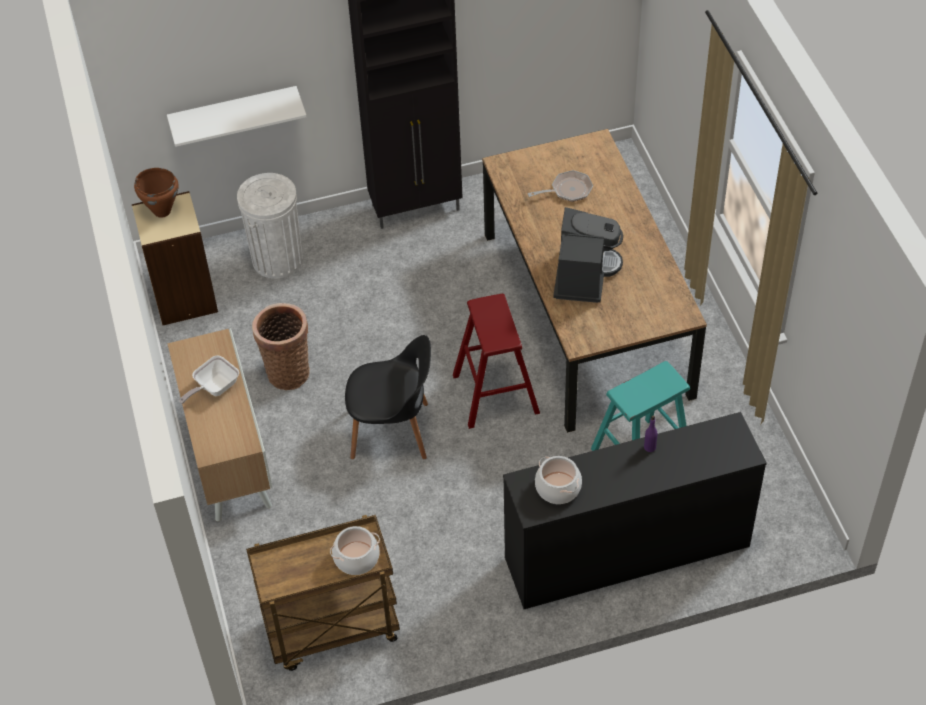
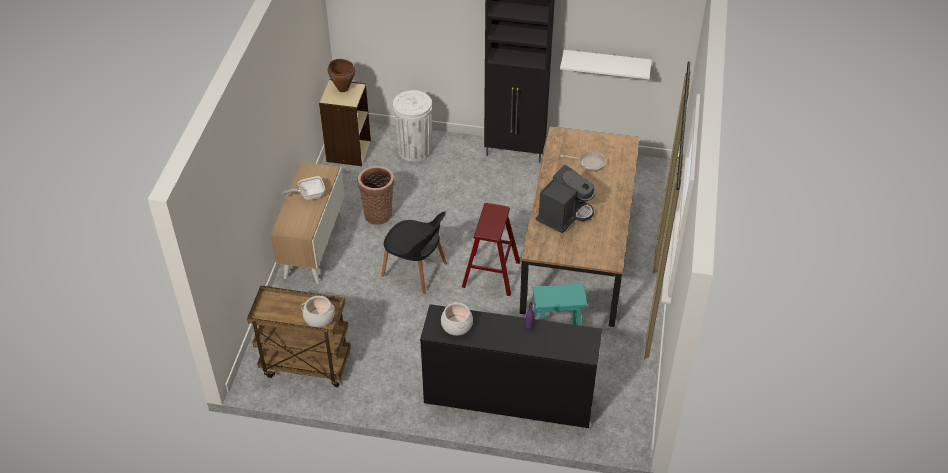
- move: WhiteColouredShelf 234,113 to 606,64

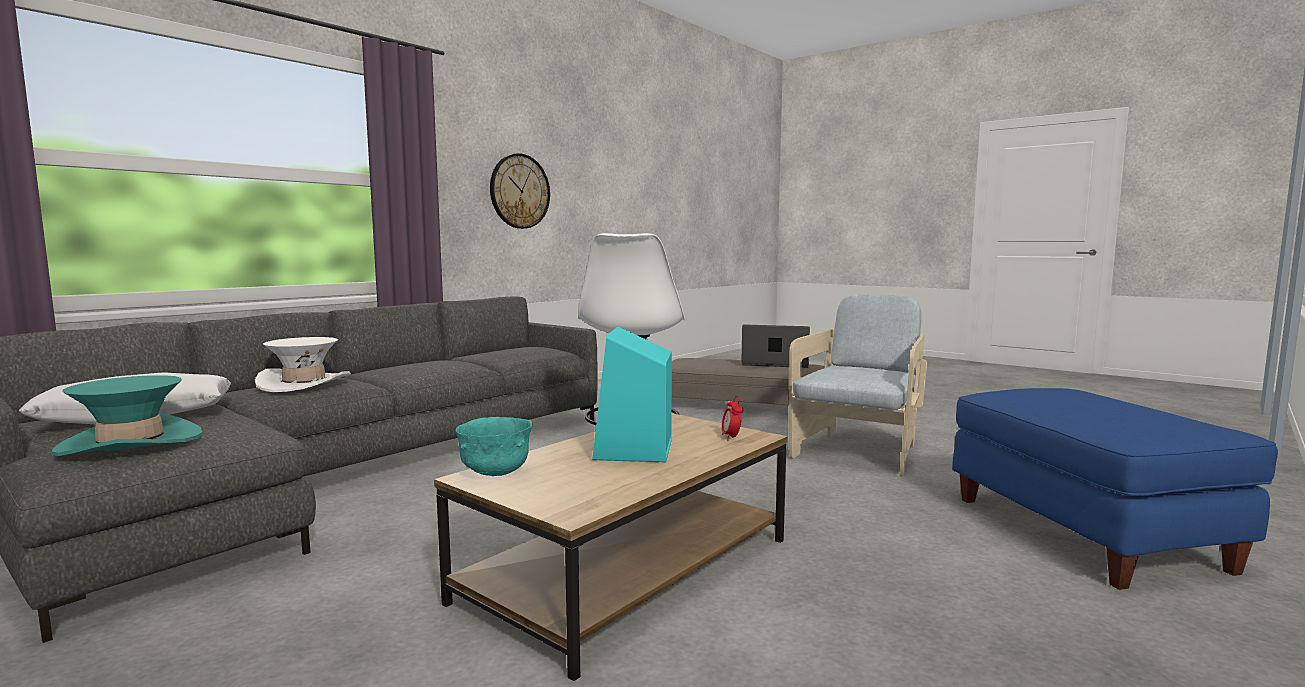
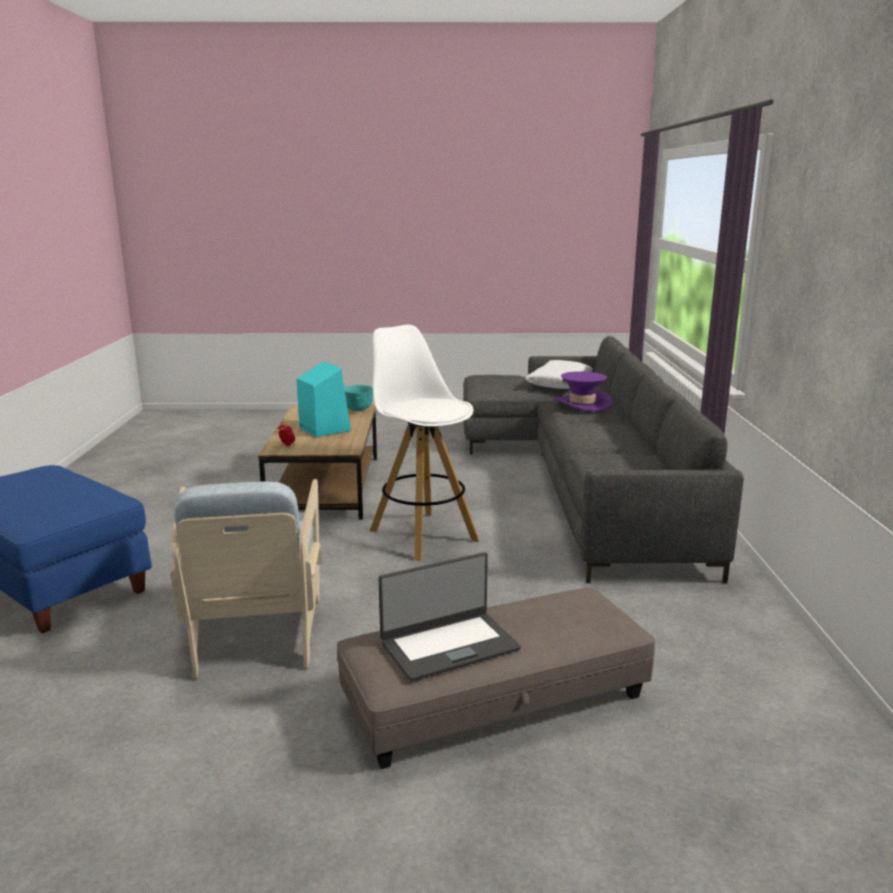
- recolor: WhiteColouredWearableHat 304,383 to PurplishWearableHat 582,404
- delete: TurquoiseWearableHat 131,442
- delete: ClockOnTheWall 519,191

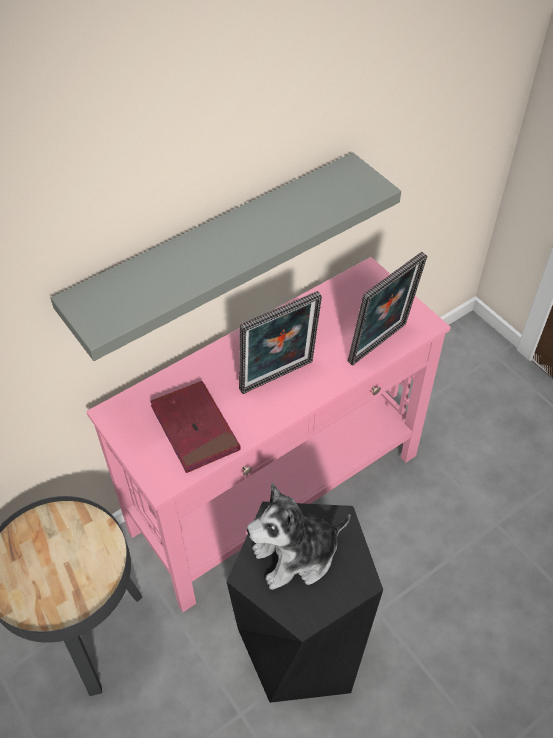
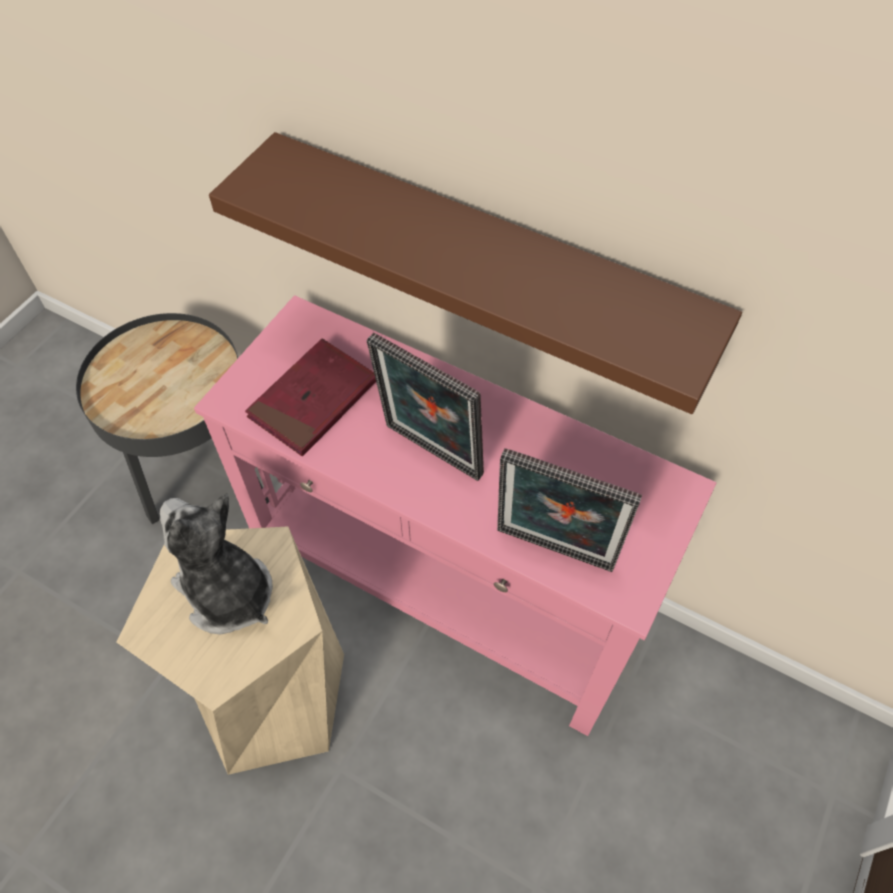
- recolor: BlackishSittingStool 302,642 to SandColouredSittingStool 271,694
- recolor: GreyishShelf 216,251 to BrownishShelf 486,261

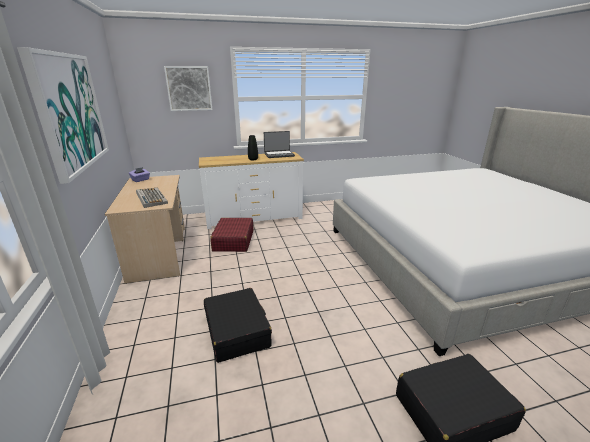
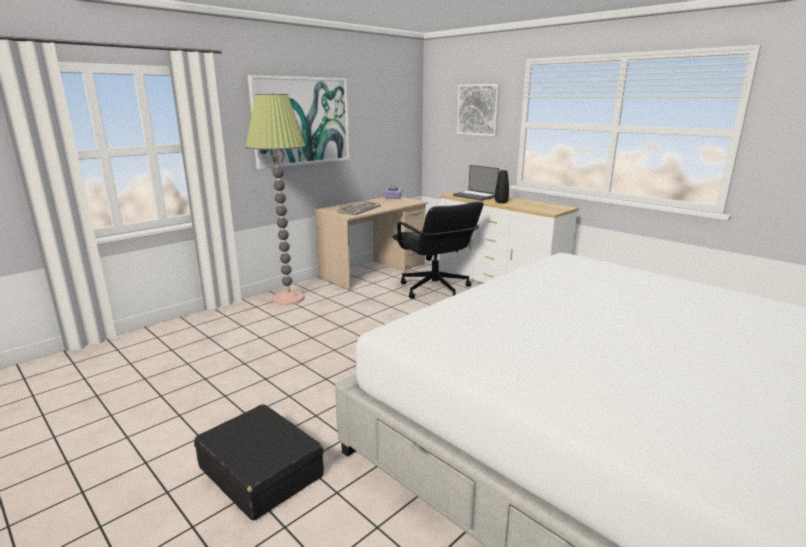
- insert: FloorLamp 288,299
- replace: RedColouredSuitcase 233,241 to BlackishOfficeChair 434,289
- move: Laptop 279,155 to 475,196
- delete: BlackishSuitcase 237,331

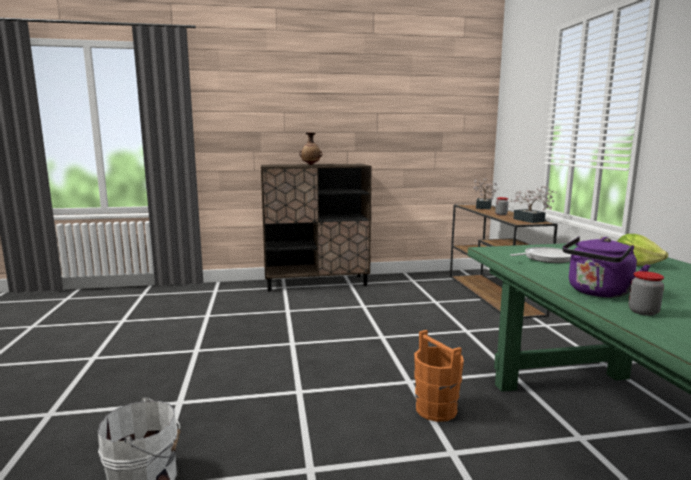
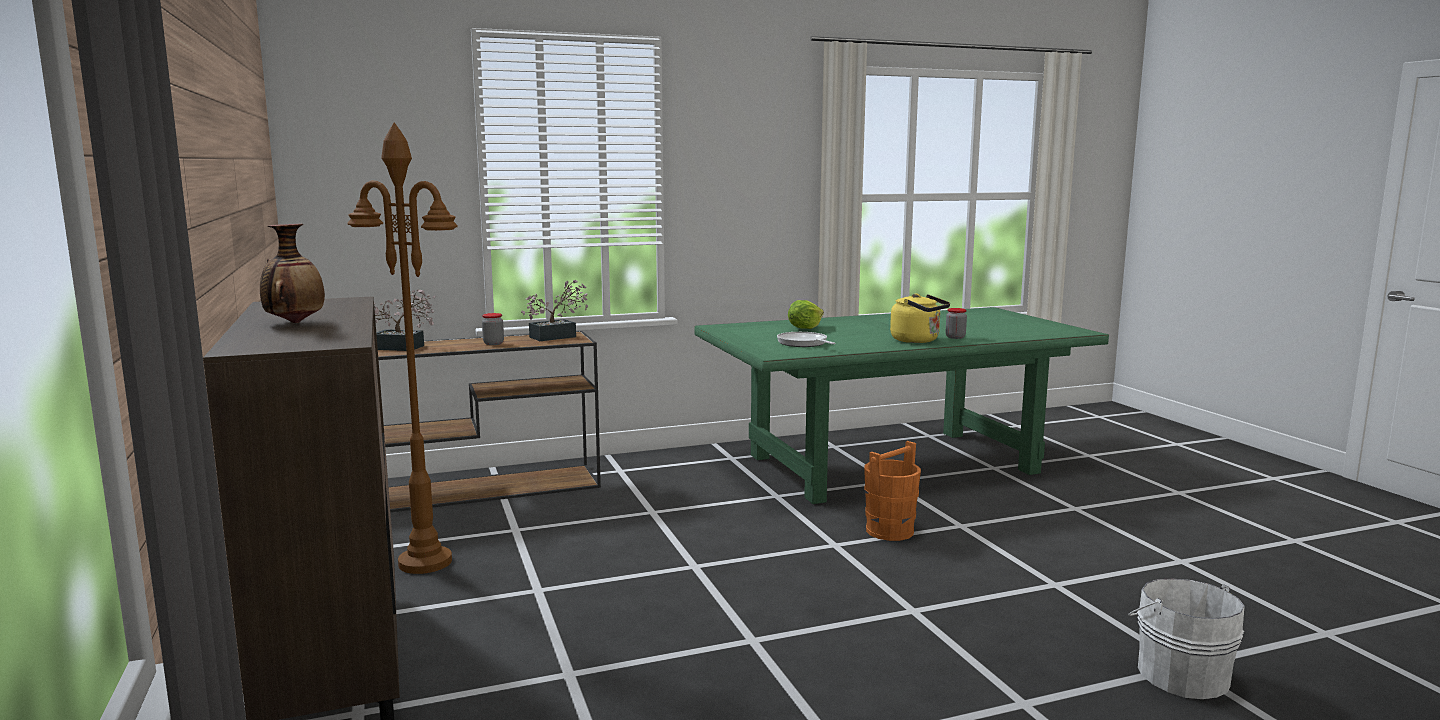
- insert: BrownishFloorLamp 426,562
- recolor: PurplishWaterKettle 597,293 to YellowColouredWaterKettle 918,340

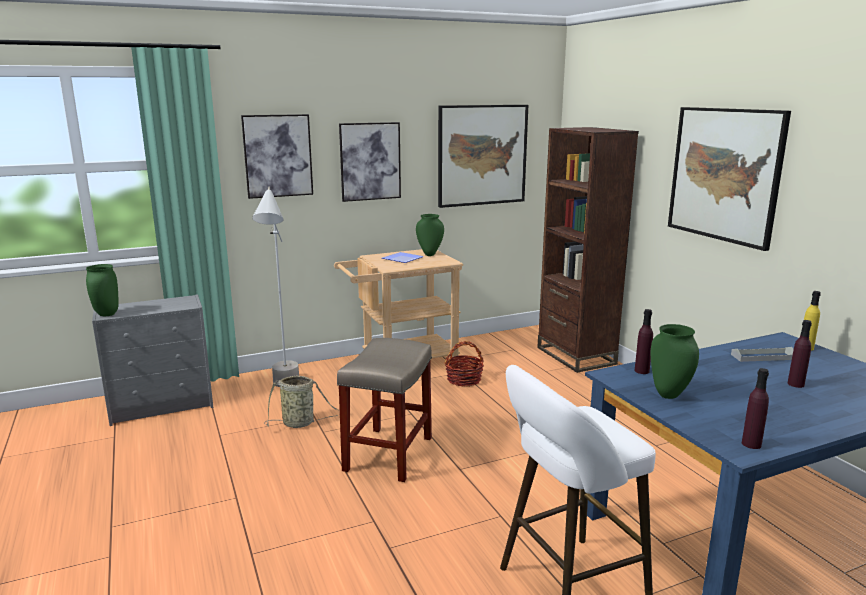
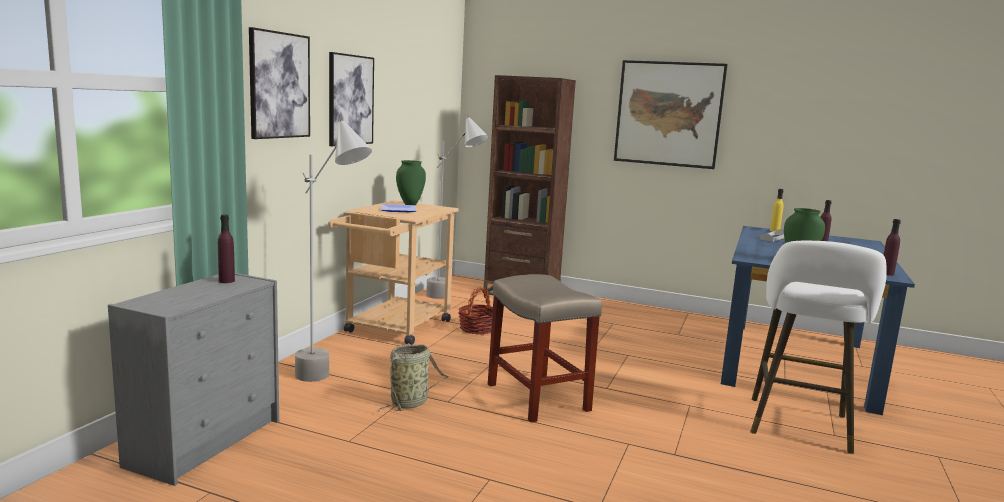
- move: PurplishDrinkBottle 642,371 to 226,281
- insert: GreyishFloorLamp 452,299
- delete: GreenDecorativeVase 106,314
- delete: WallArt 482,155

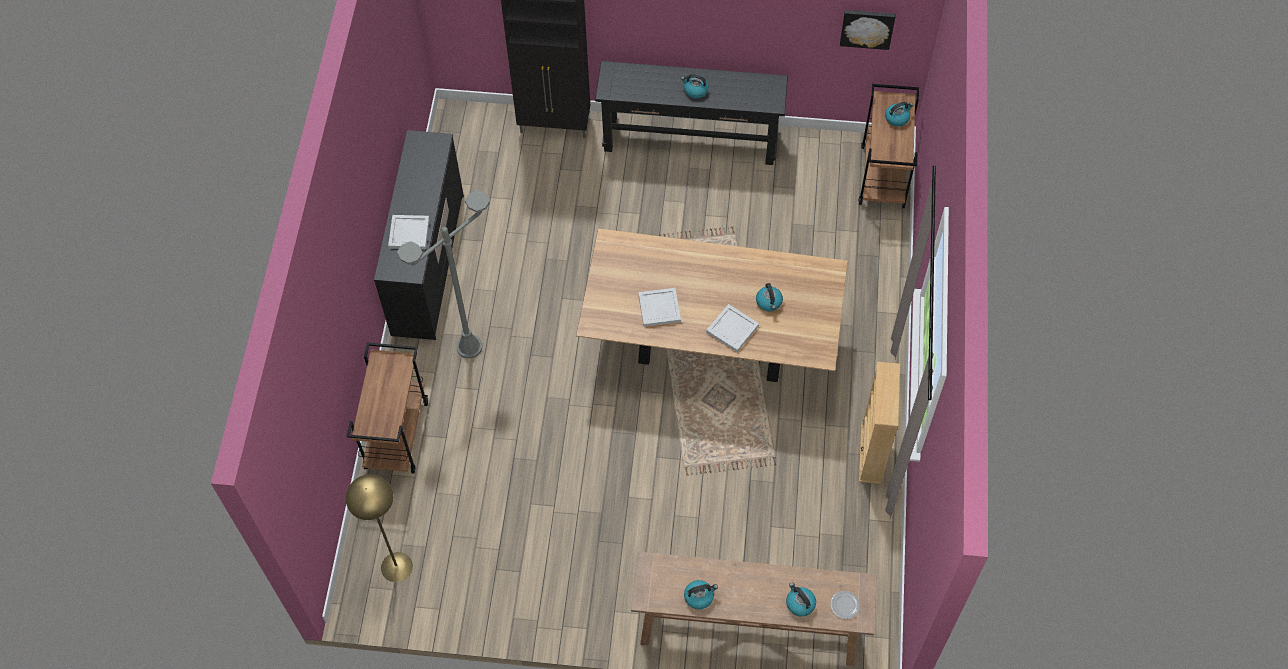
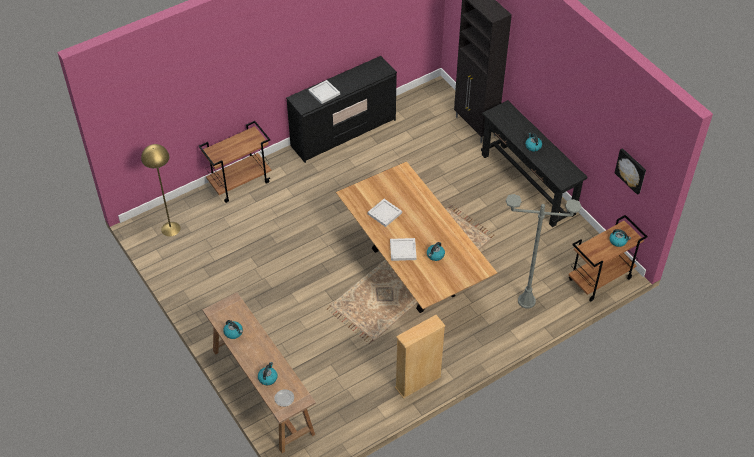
- move: GreyishFloorLamp 469,347 to 526,301

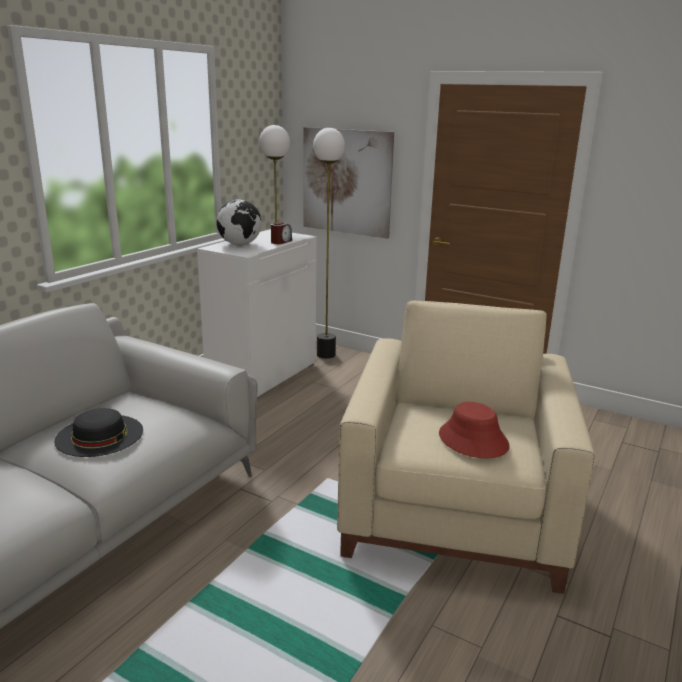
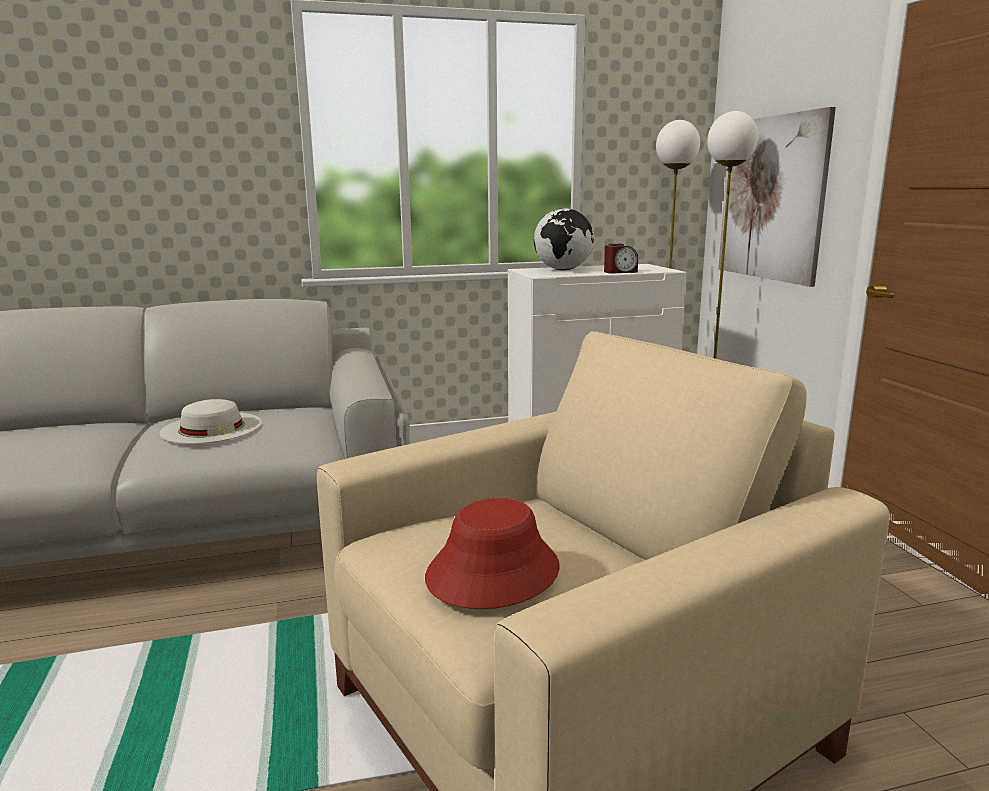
- recolor: BlackishWearableHat 99,435 to WhiteColouredWearableHat 212,427

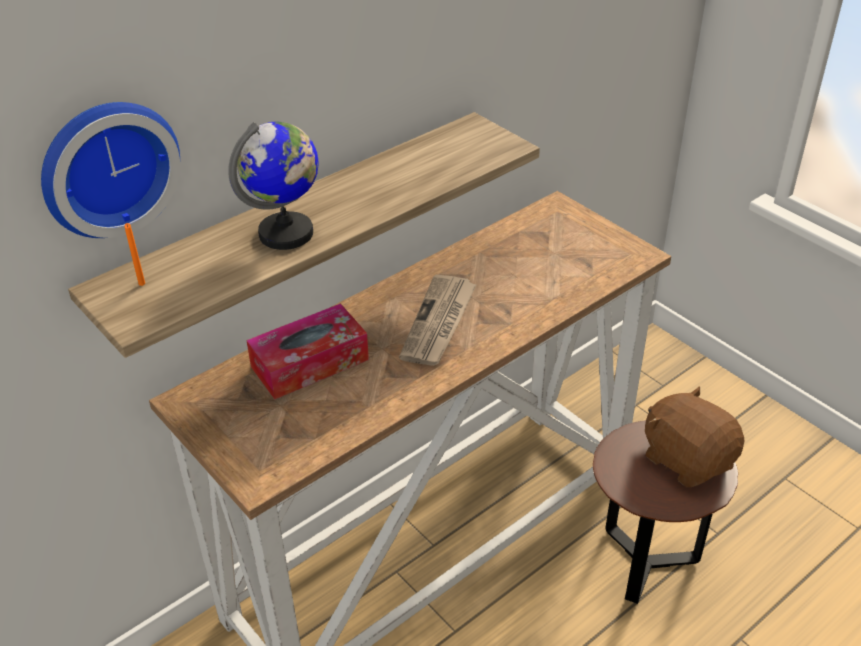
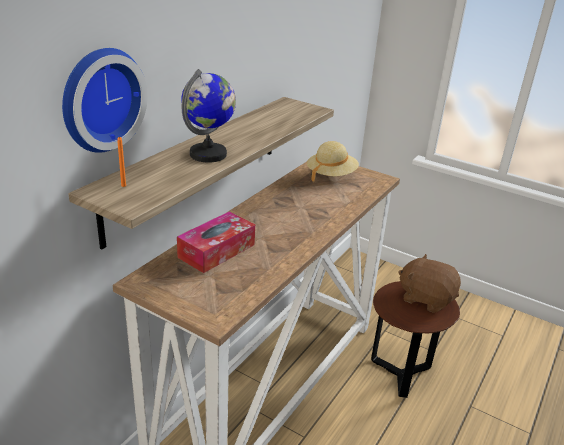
- insert: SandColouredWearableHat 331,175
- delete: Newspaper 439,323

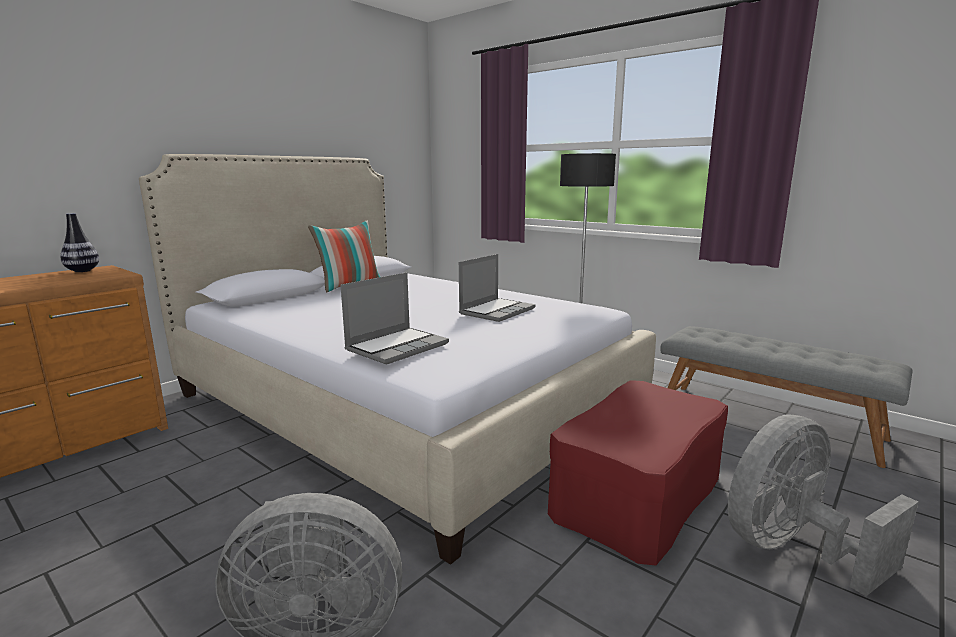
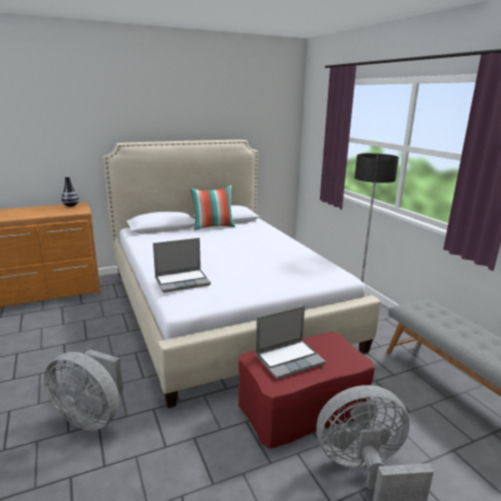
- move: Laptop 497,311 to 289,359

